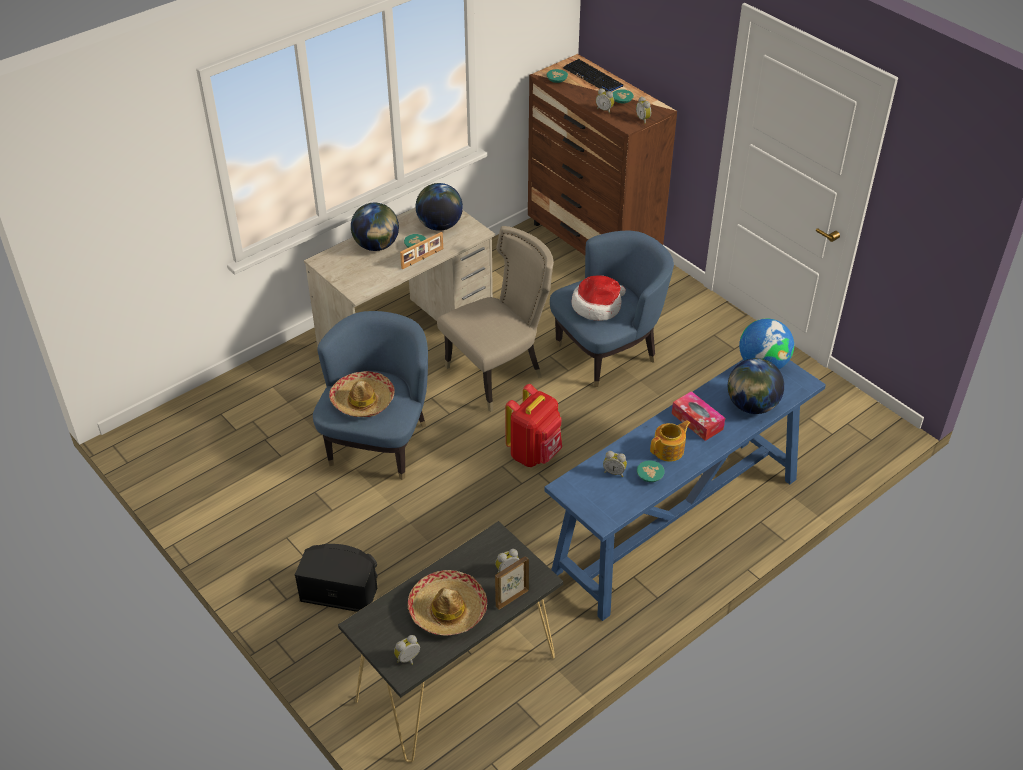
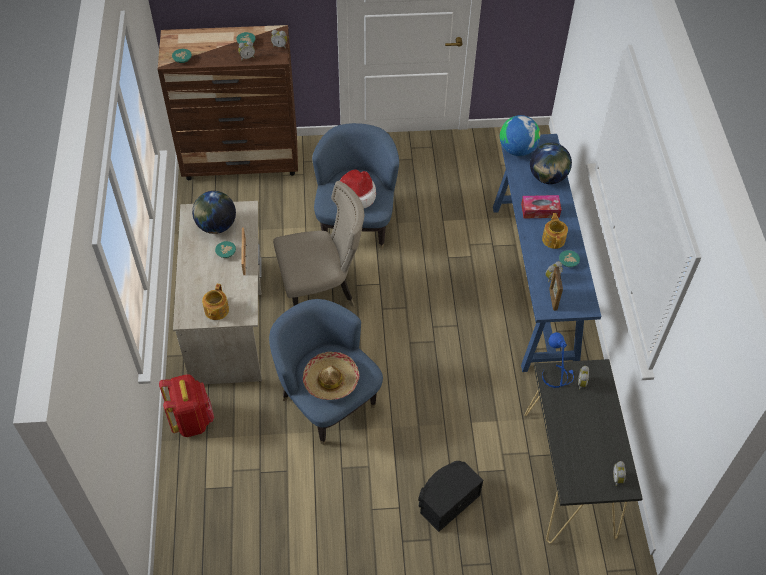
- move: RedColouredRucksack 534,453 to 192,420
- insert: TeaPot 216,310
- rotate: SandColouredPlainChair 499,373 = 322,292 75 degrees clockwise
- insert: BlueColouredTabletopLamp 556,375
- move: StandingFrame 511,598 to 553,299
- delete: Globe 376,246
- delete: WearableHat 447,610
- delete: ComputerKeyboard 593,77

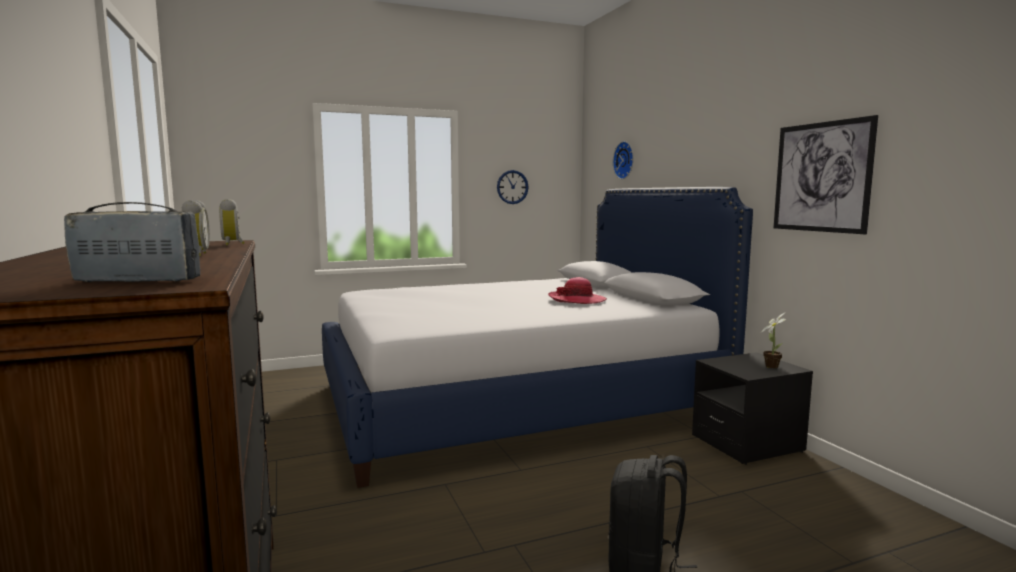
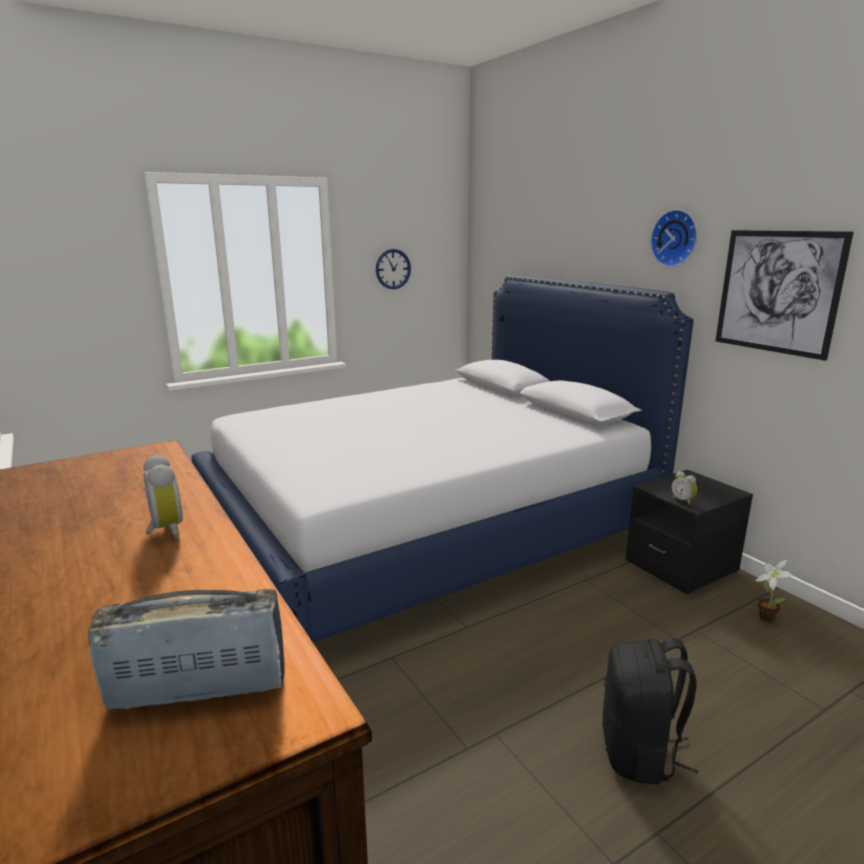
- move: ClockOnTheWall 625,160 to 676,238
- move: TableClock 233,244 to 683,500
- move: Houseplant 771,366 to 765,616
- delete: WearableHat 577,300

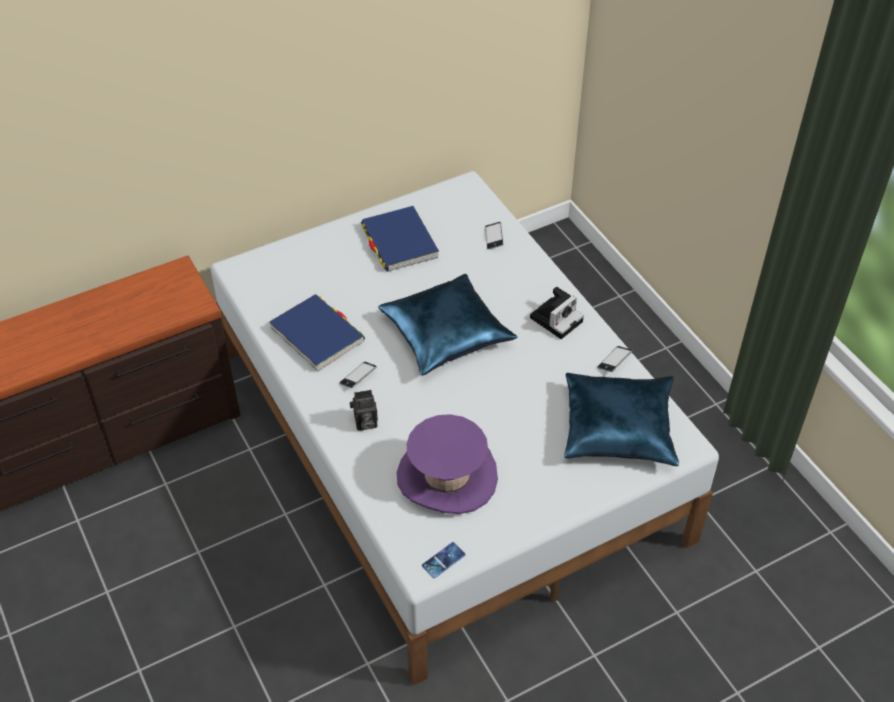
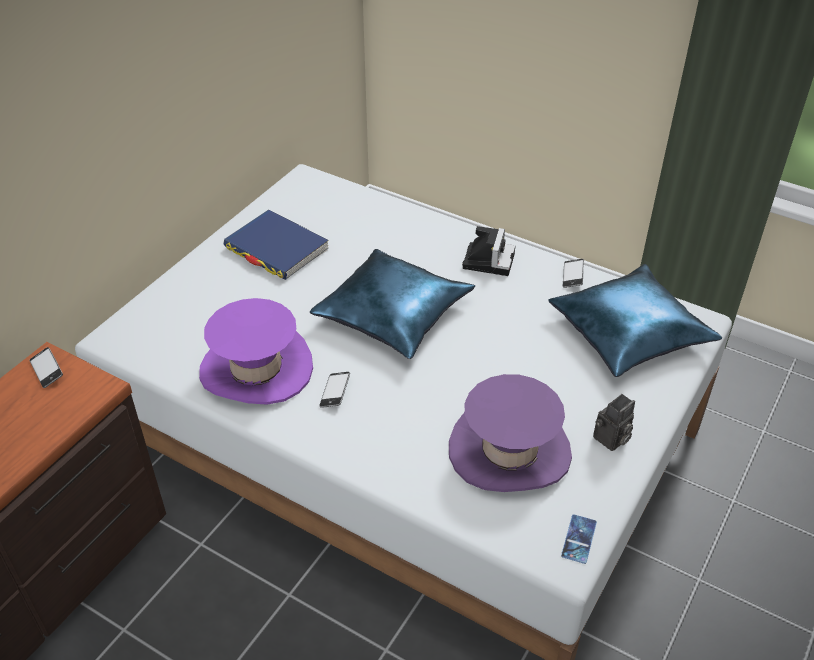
- move: Telephone 494,238 to 47,370
- replace: BlueColouredBook 317,335 to PurplishWearableHat 256,369
- move: PhotoCamera 364,423 to 611,440

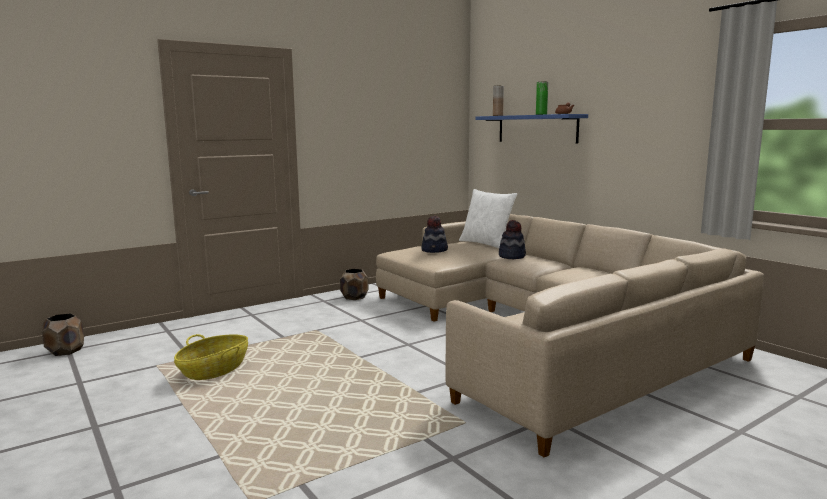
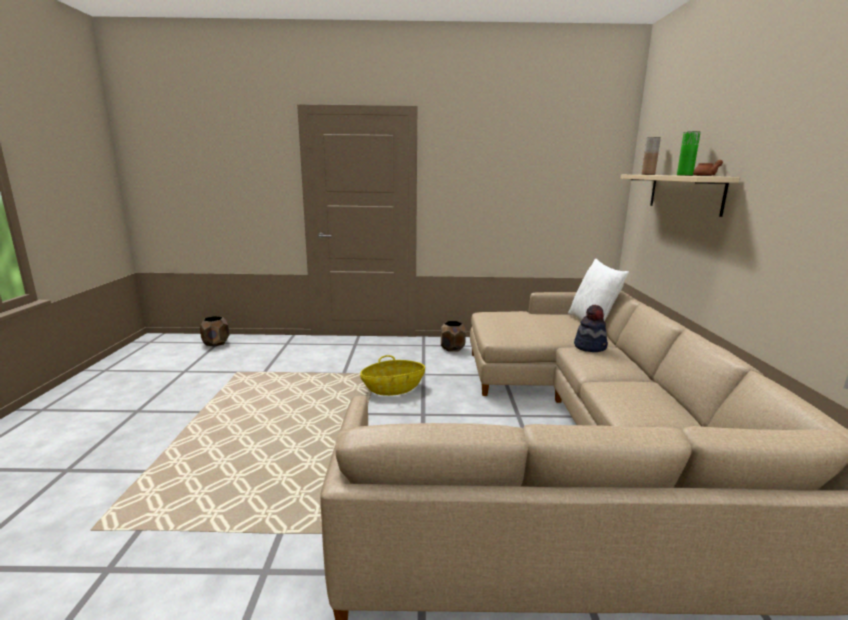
- move: Basket 214,371 to 393,388
- recolor: BlueColouredShelf 536,129 to SandColouredShelf 684,193
- delete: WearableHat 435,250

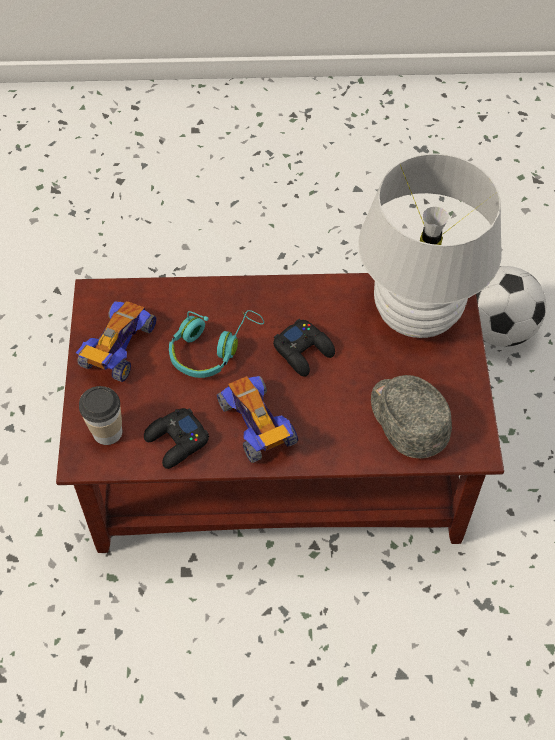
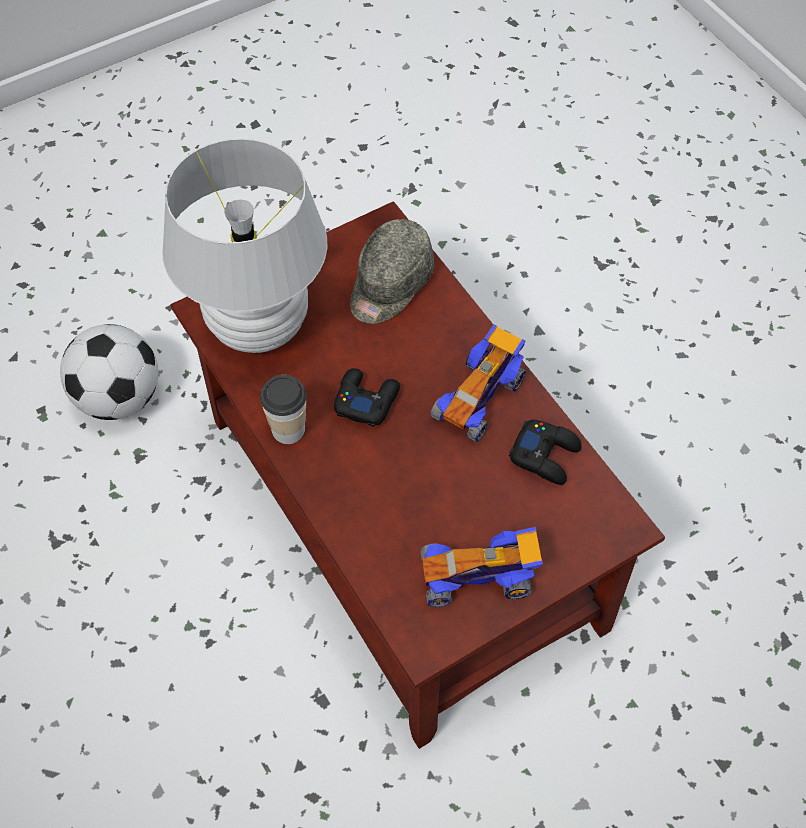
- move: DrinkingCup 107,432 to 288,429
- delete: TurquoisePairOfHeadphones 212,347

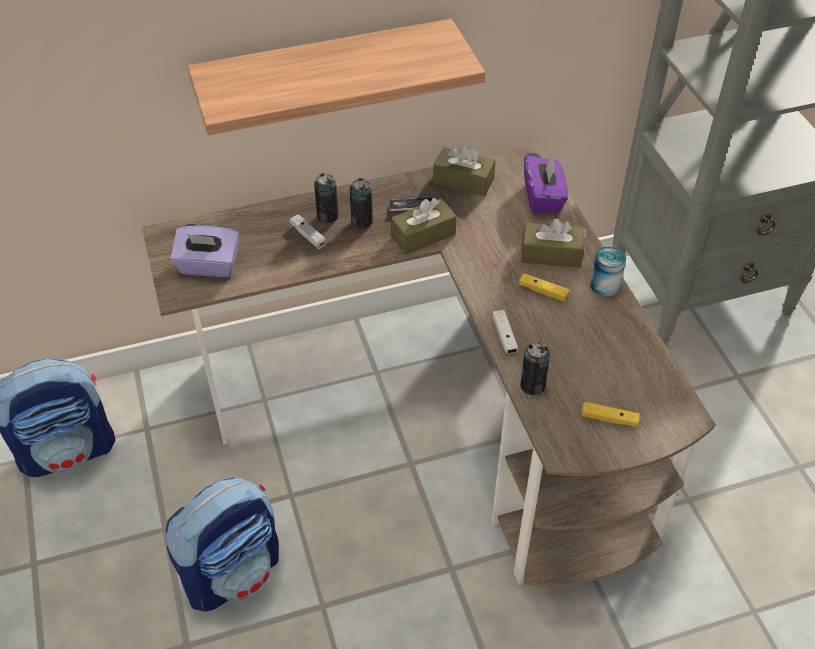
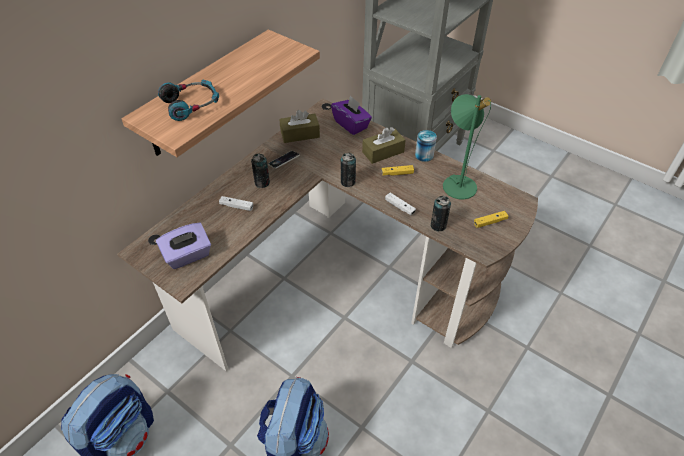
- insert: PairOfHeadphones 191,105
- move: Can 327,216 to 348,182
- insert: GreenTabletopLamp 458,182
- delete: BrownishTissueBox 423,235

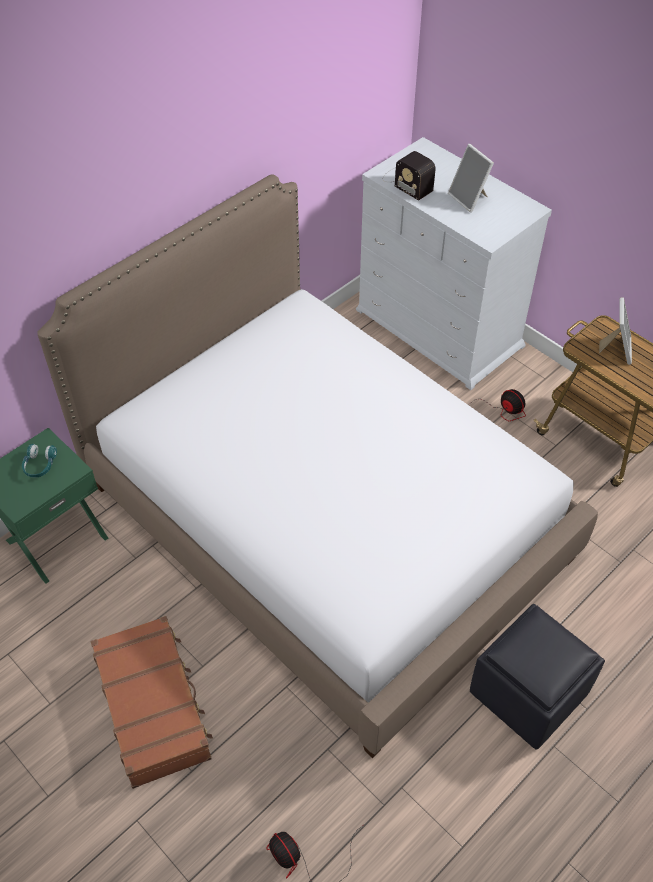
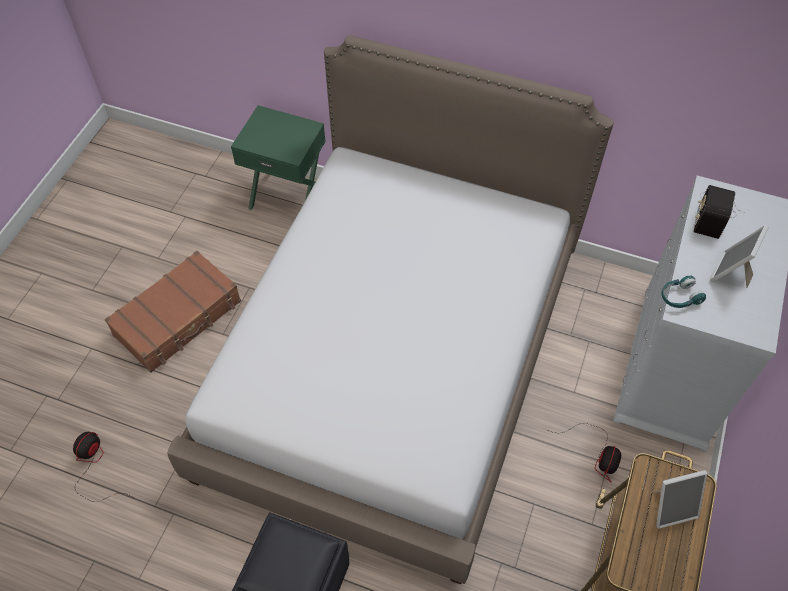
- move: TurquoisePairOfHeadphones 39,465 to 679,297

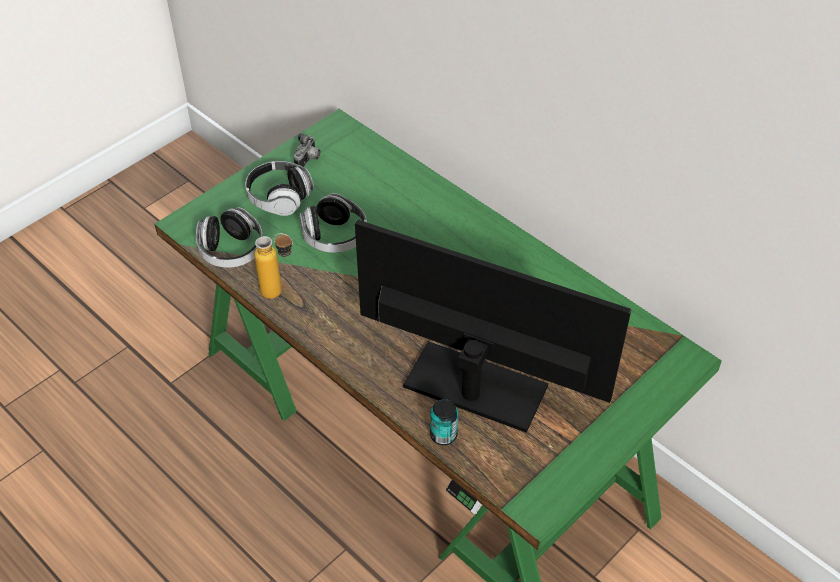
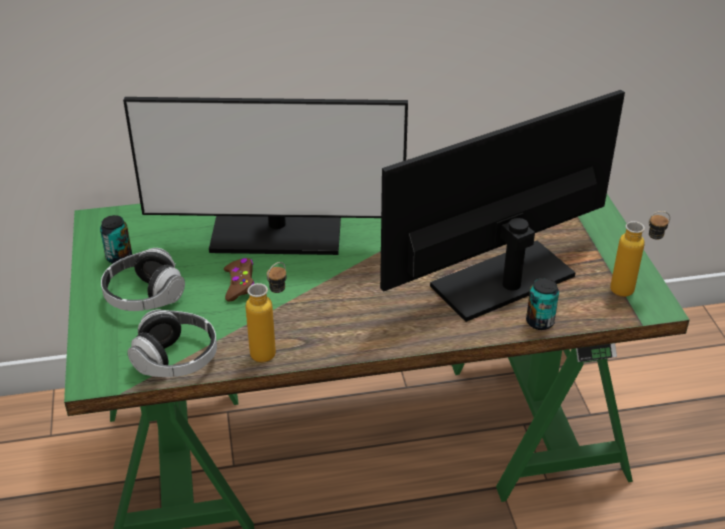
- replace: PhotoCamera 308,161 to Can 119,257
- insert: ComputerDisplay 276,235
- replace: PairOfHeadphones 334,237 to BrownishGameController 239,284
- insert: DrinkBottle 632,290

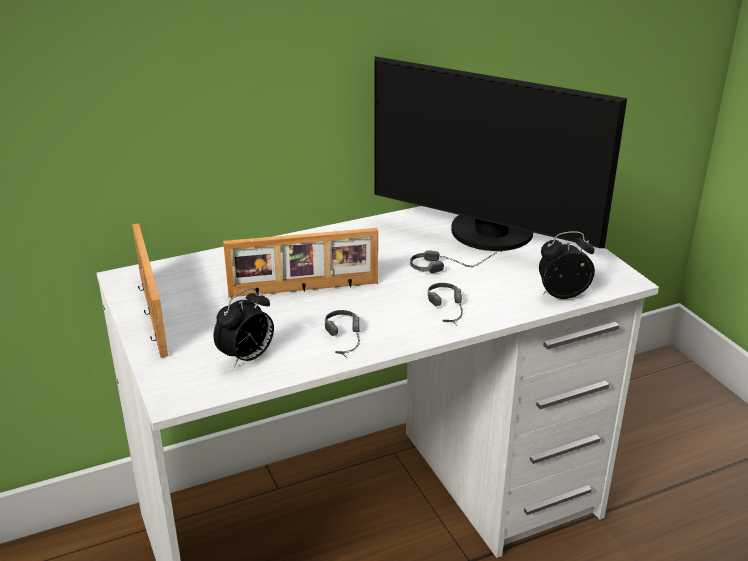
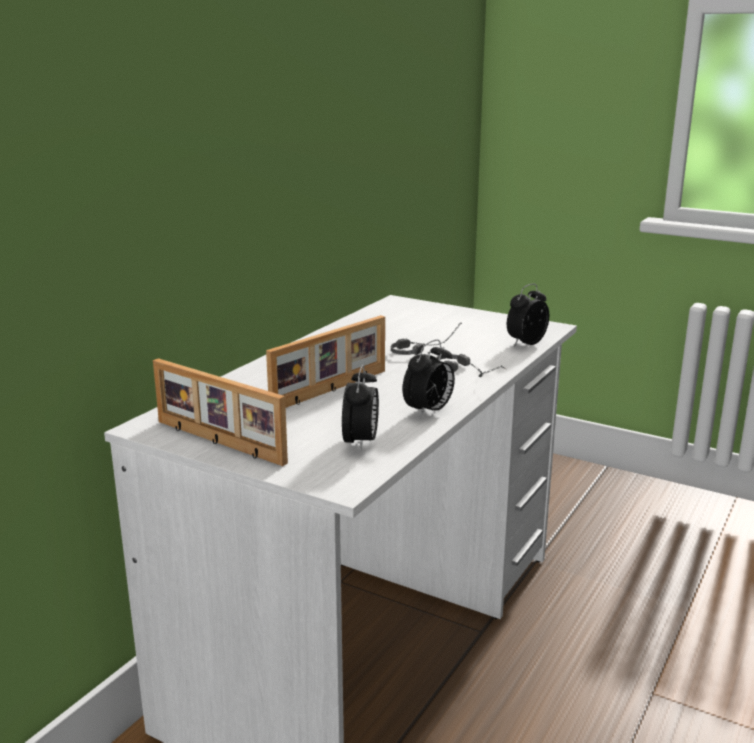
- replace: PairOfHeadphones 348,345 to TableClock 428,411
- delete: ComputerDisplay 488,235

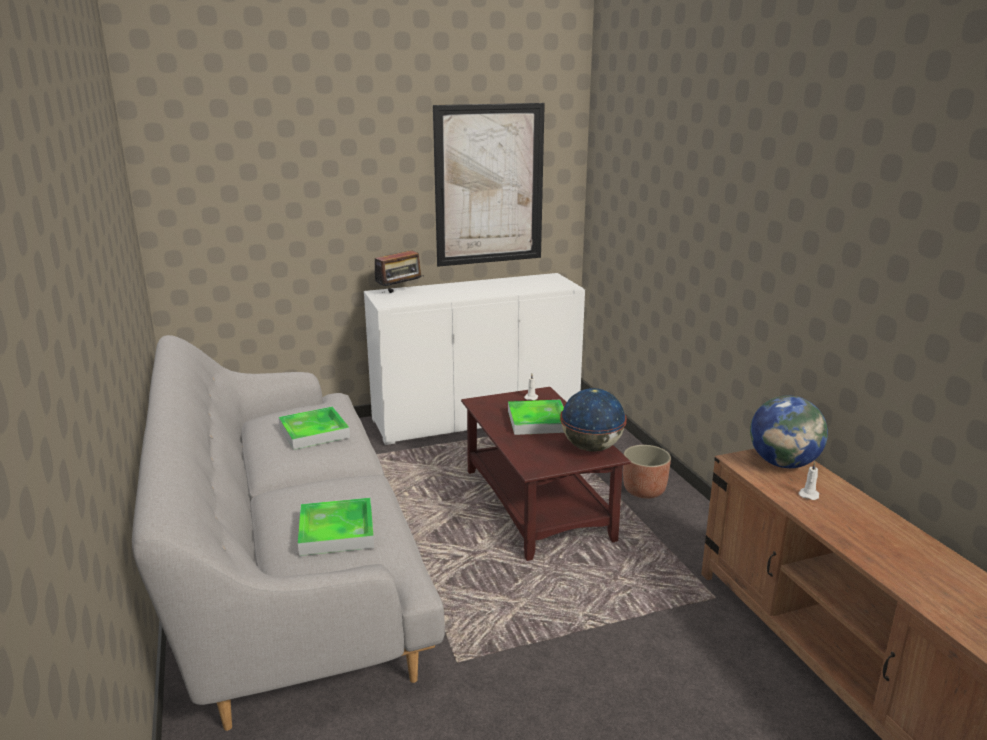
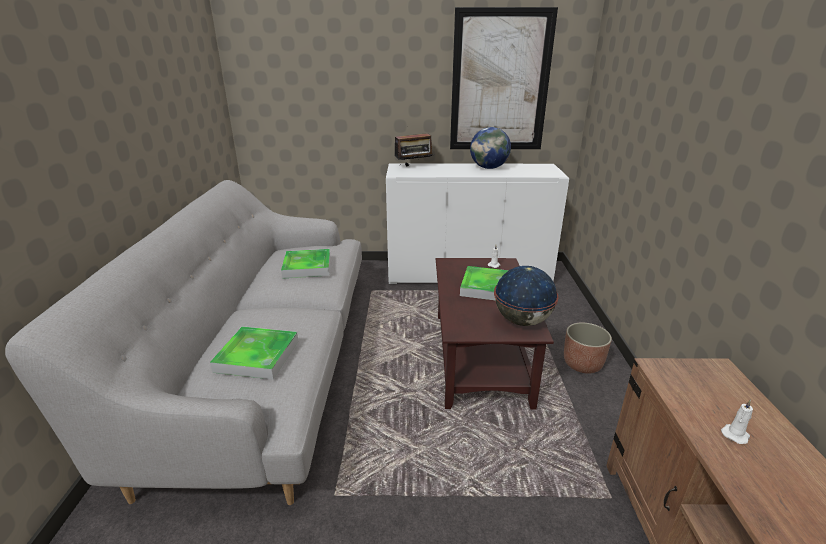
- move: Globe 783,463 to 489,168

